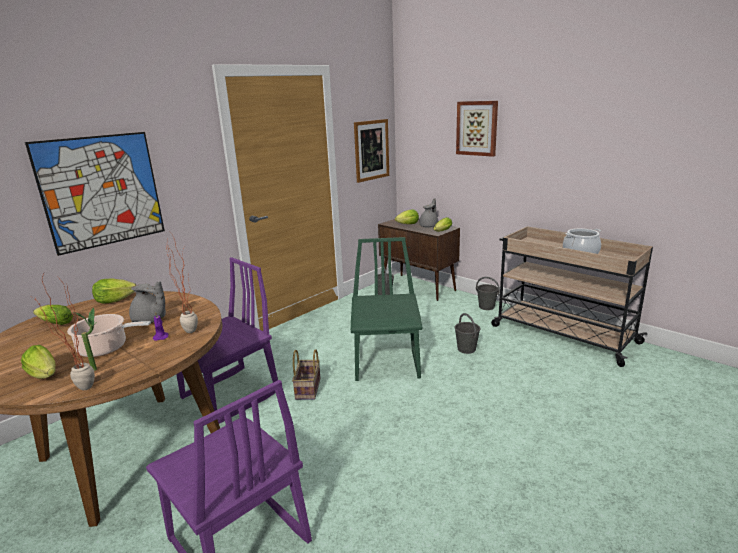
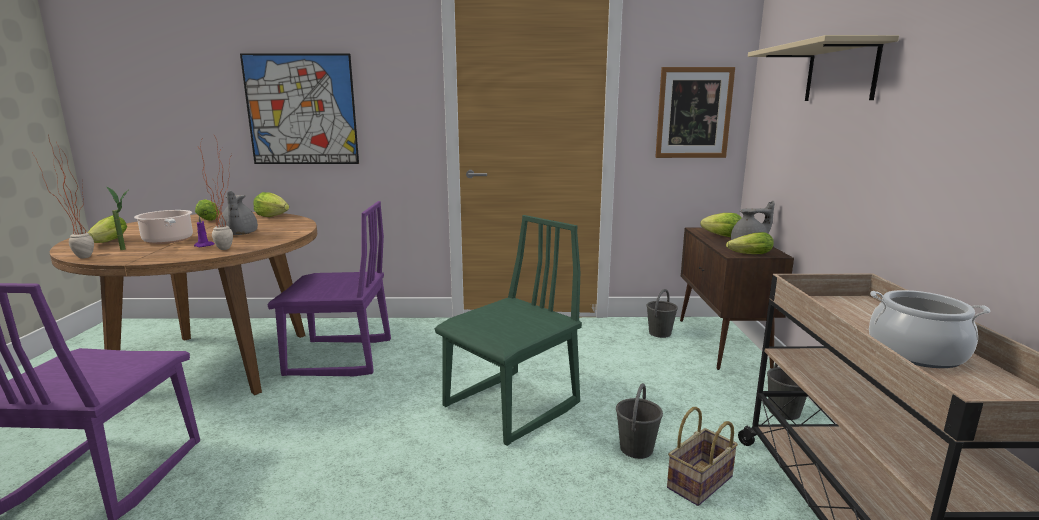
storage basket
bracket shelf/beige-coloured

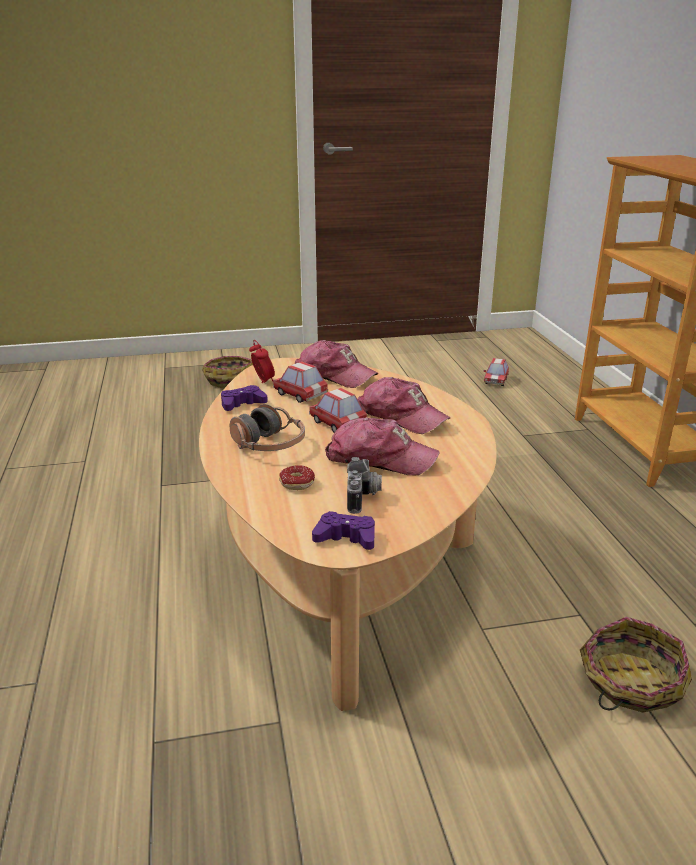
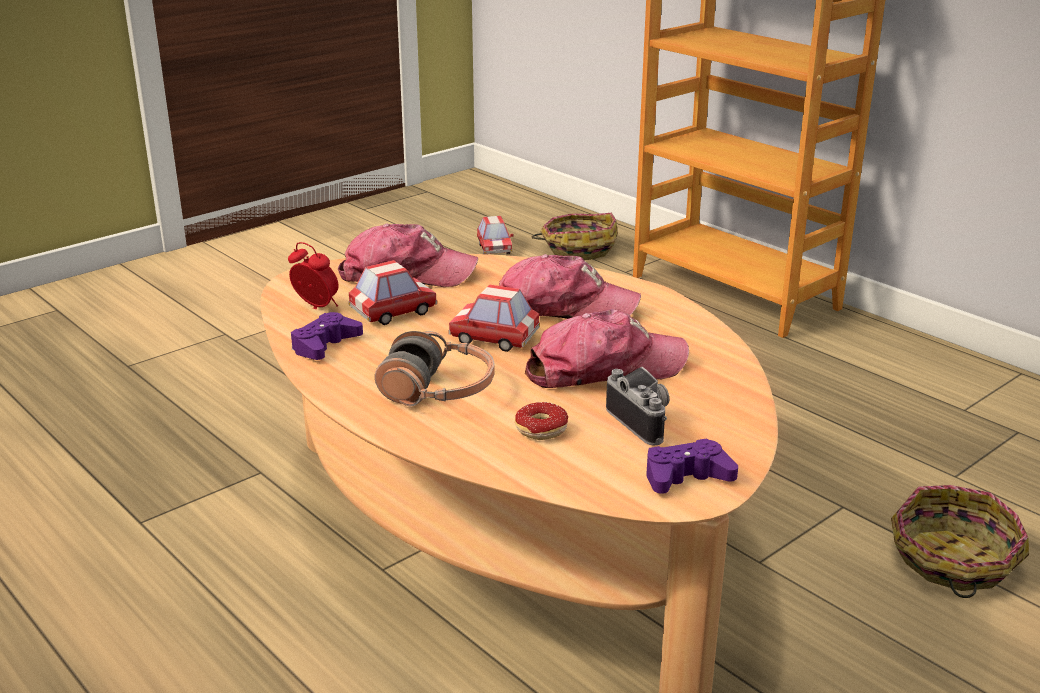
storage basket (1st from left)
toy car (1st from left)

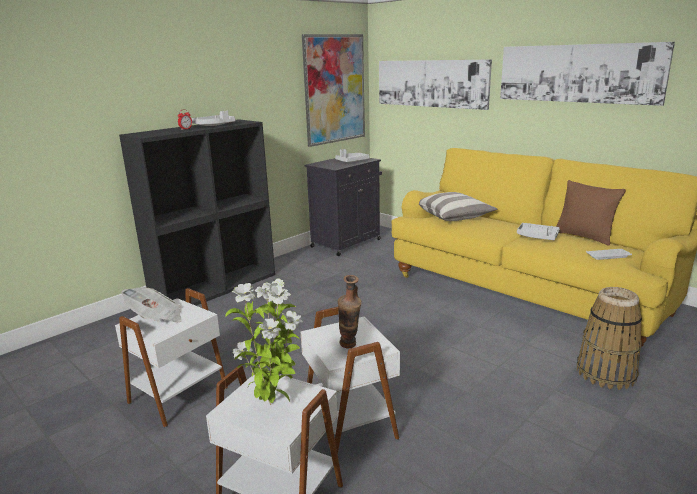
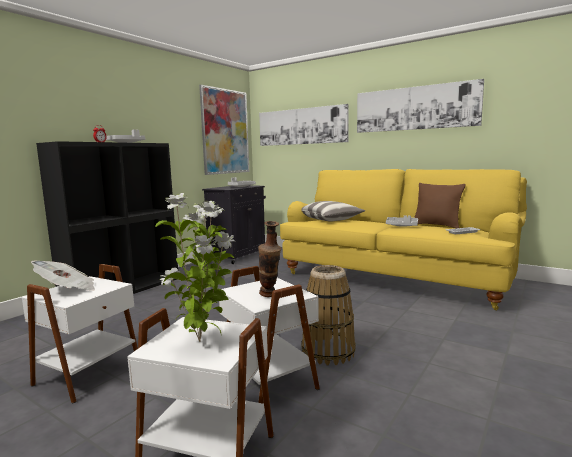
storage basket

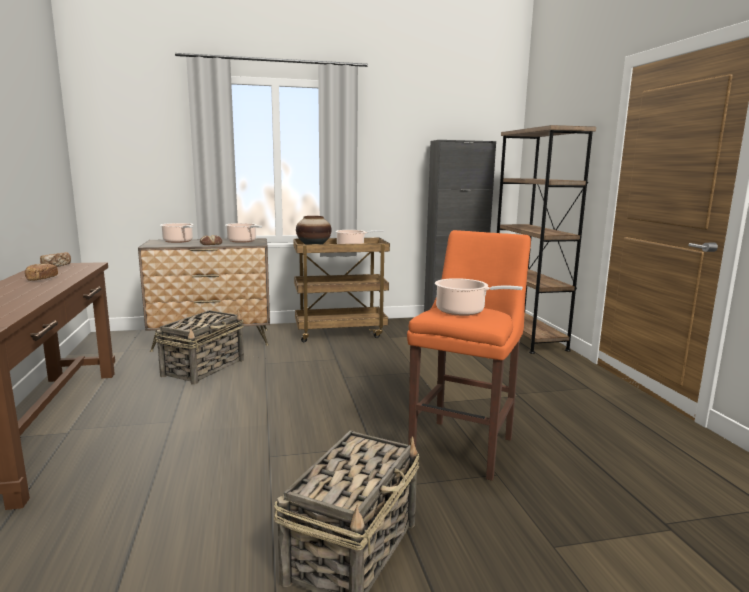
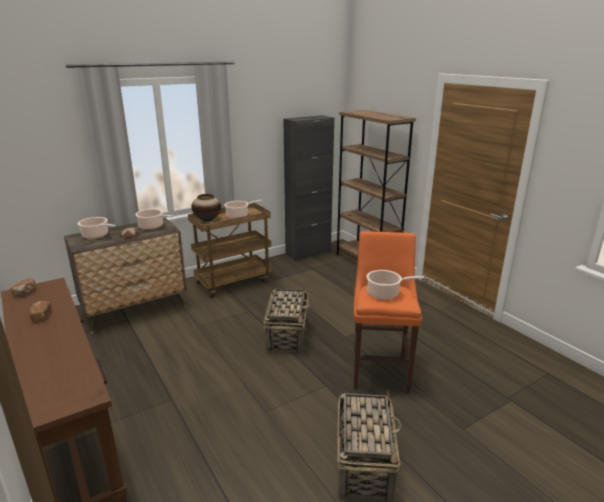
storage basket (1st from left)

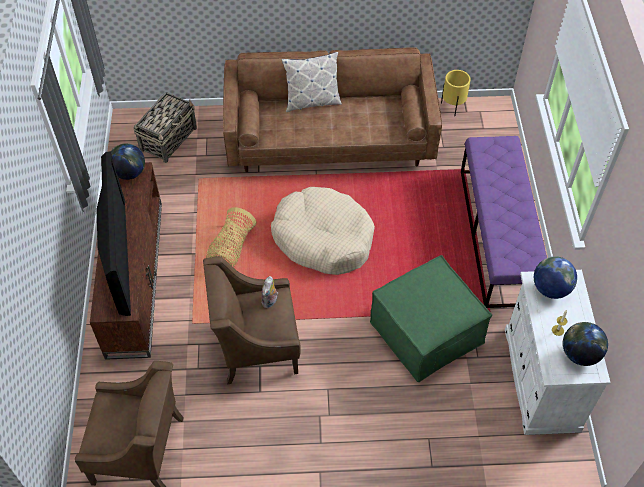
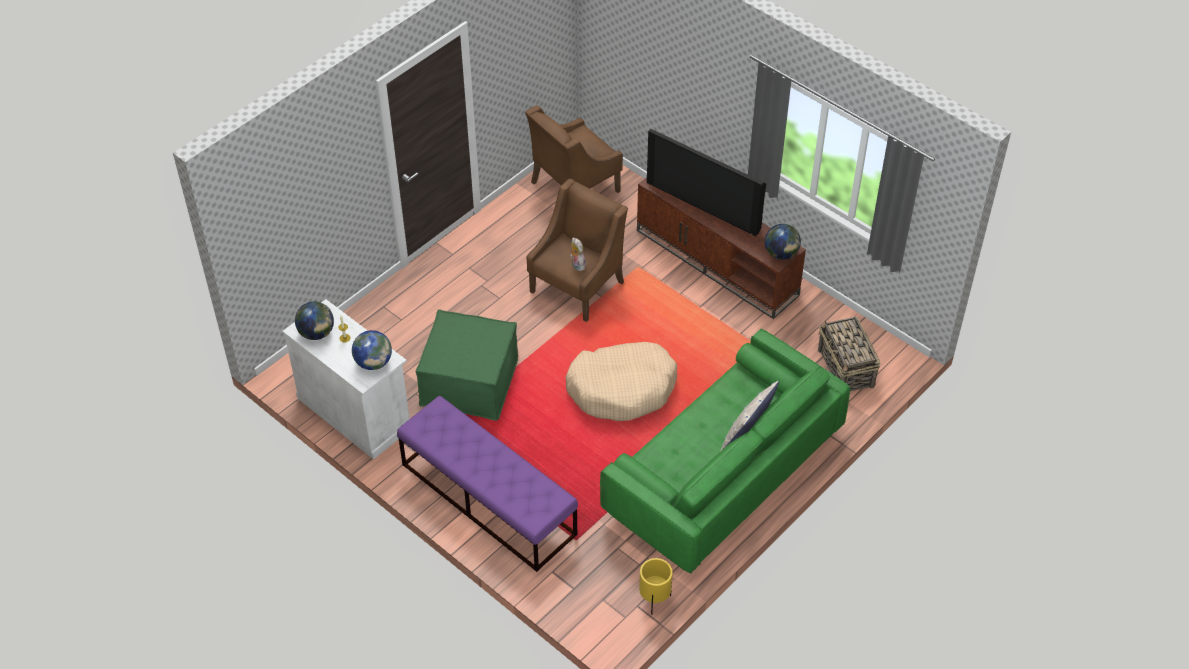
storage basket (2nd from left in the first image)
sofa/greenish

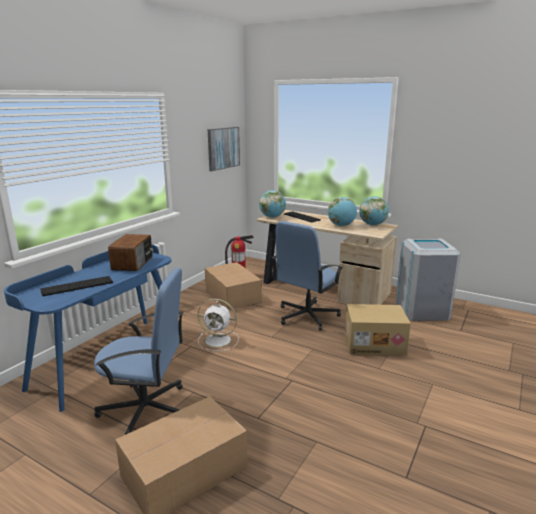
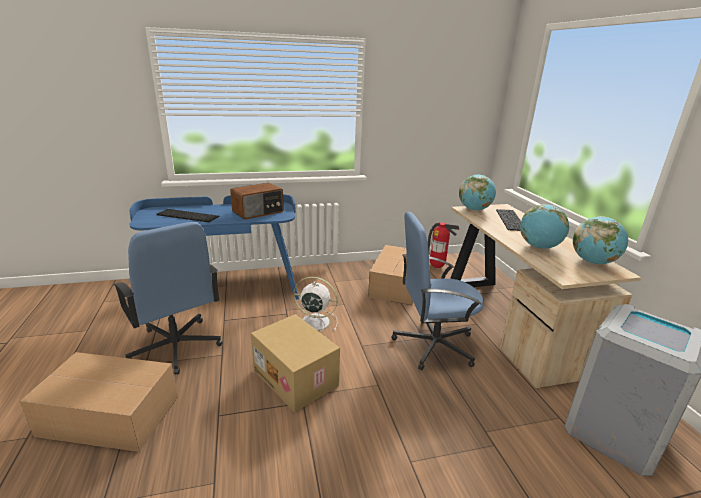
fan/white-coloured
picture
cardboard box (2nd from left)

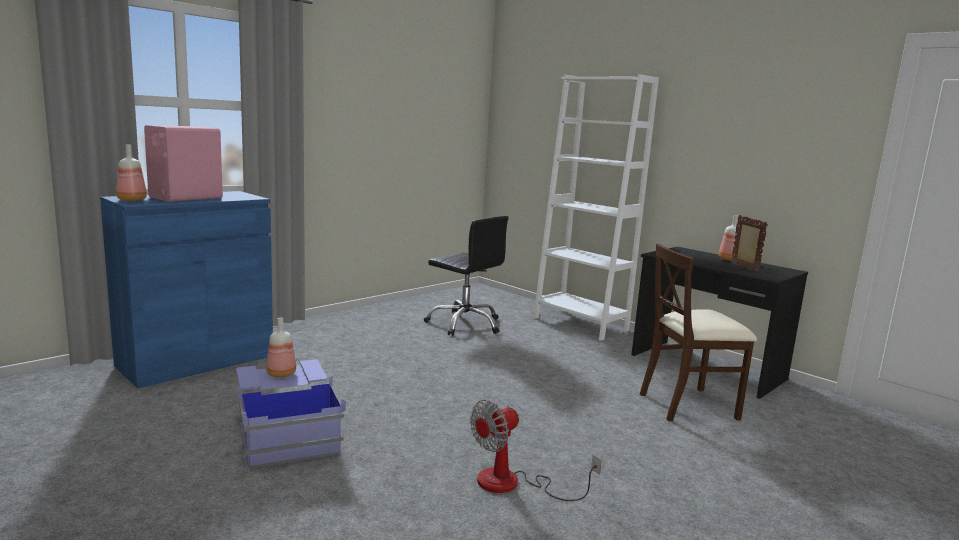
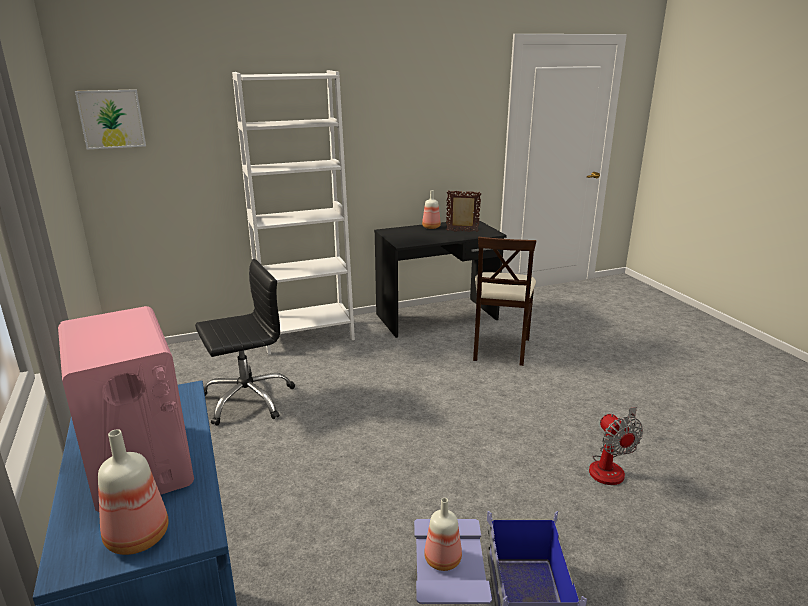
picture

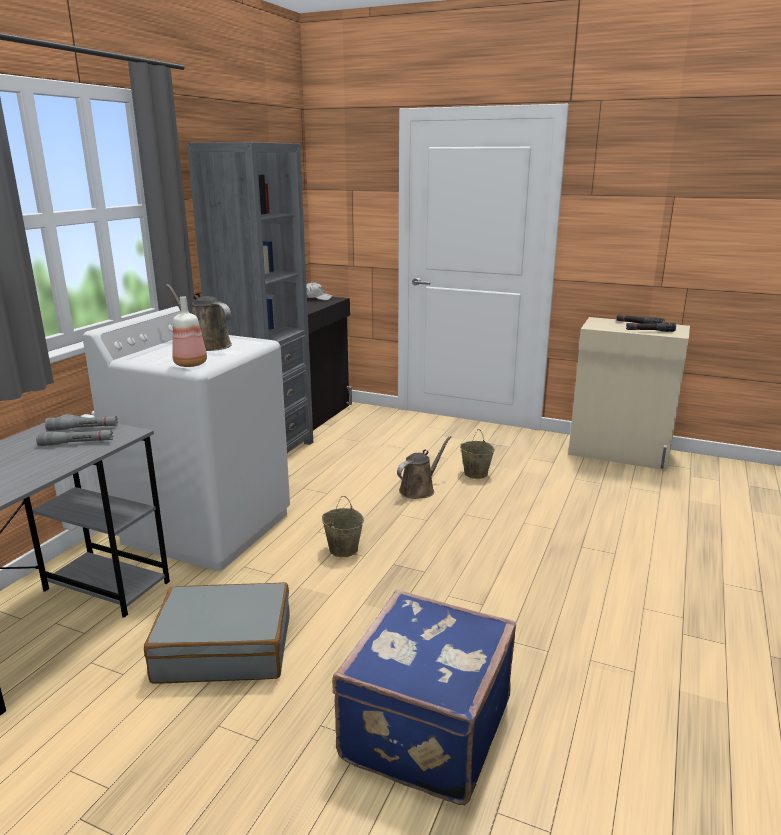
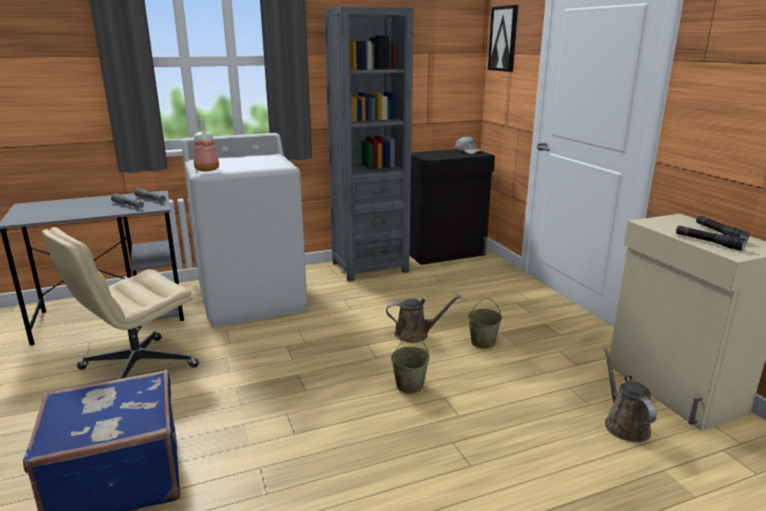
desk chair/beige-coloured
sprinkling can/brown (2nd from left)
water bucket/beige-coloured (1st from left)
picture

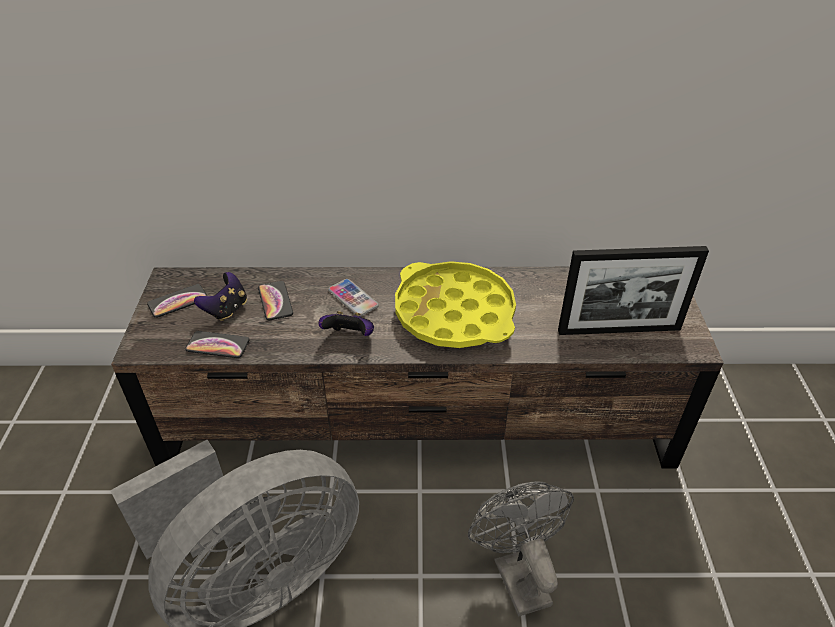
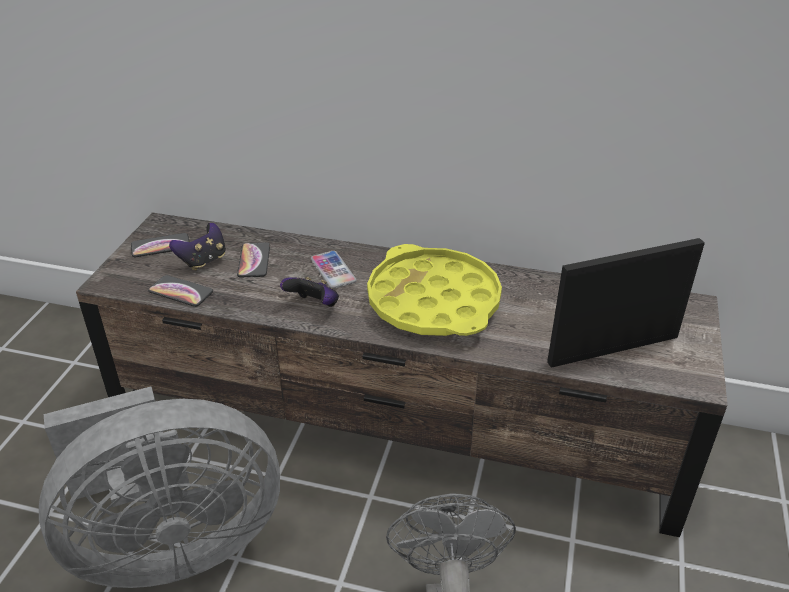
picture frame

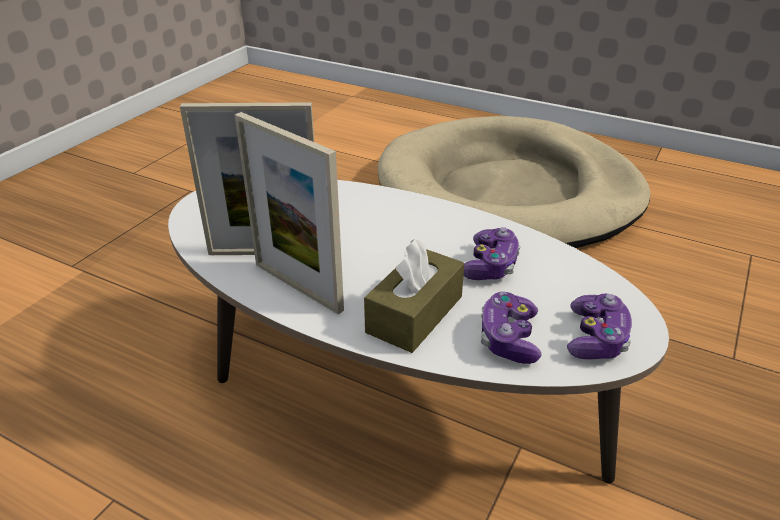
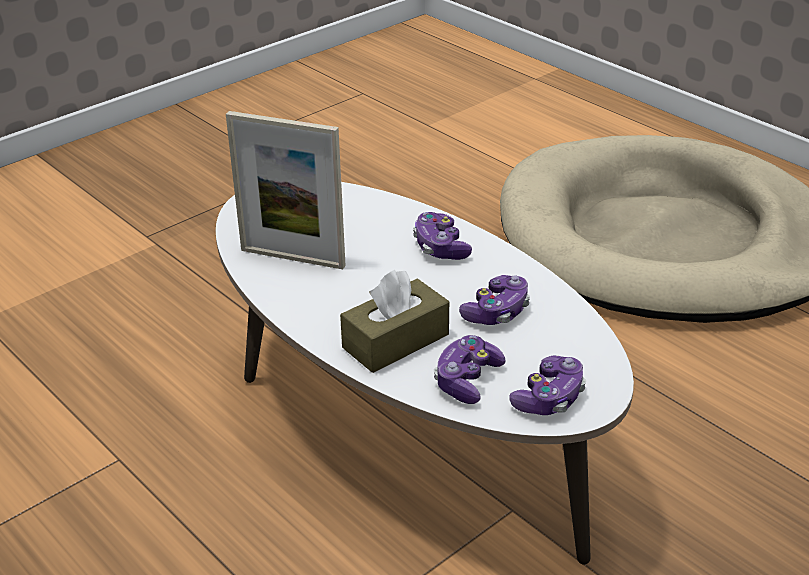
picture frame (2nd from left in the first image)
game controller (1st from left)

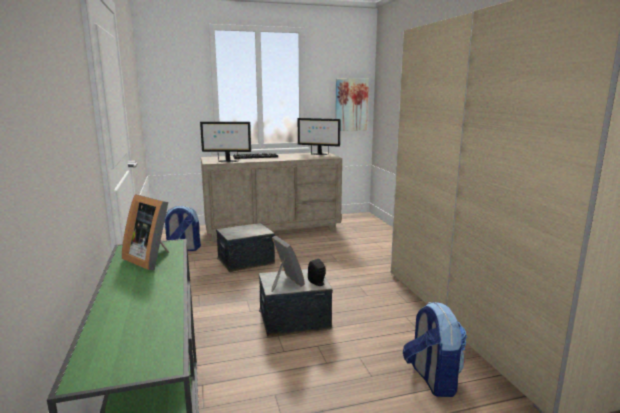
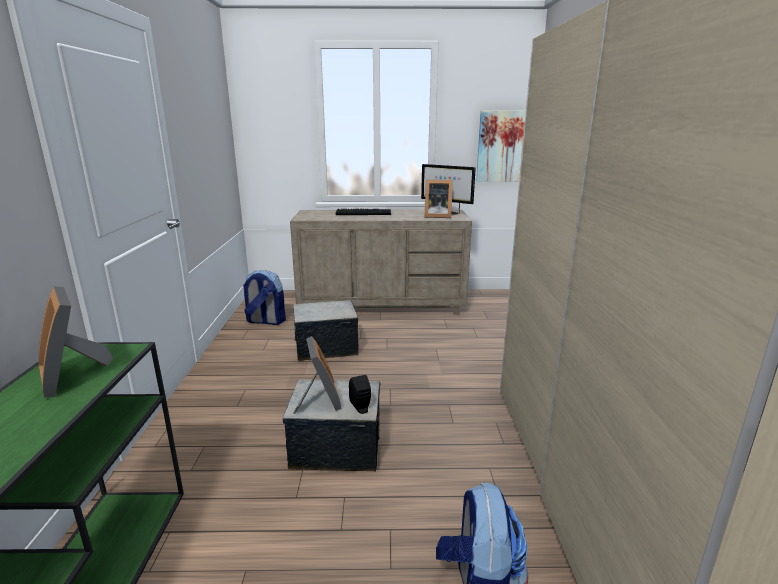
monitor (1st from left in the first image)
picture frame (3rd from left)

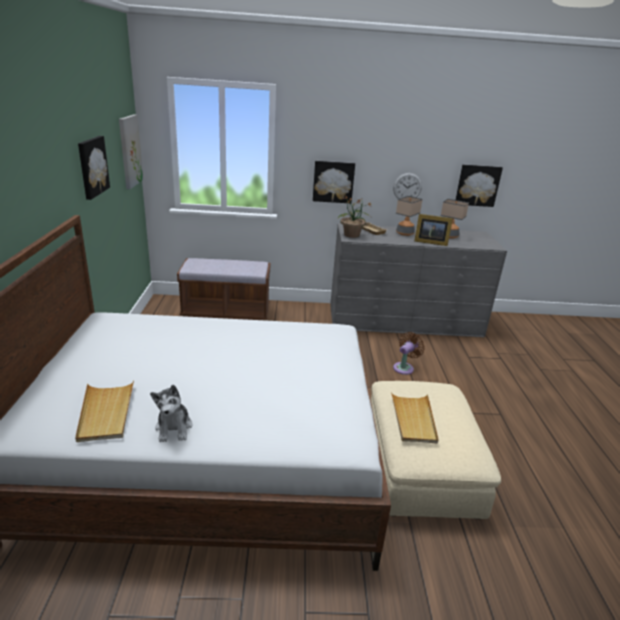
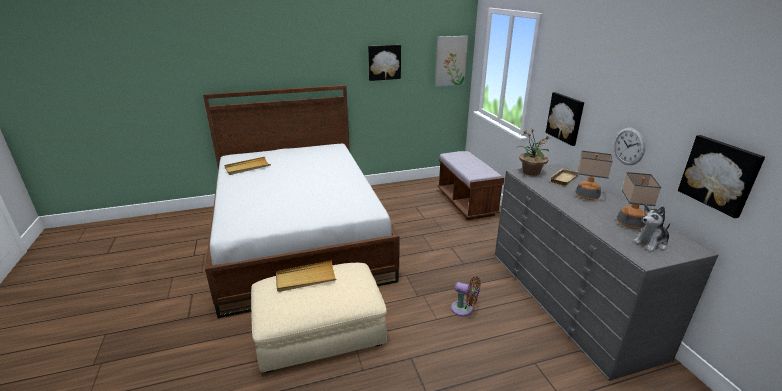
plush toy
picture frame

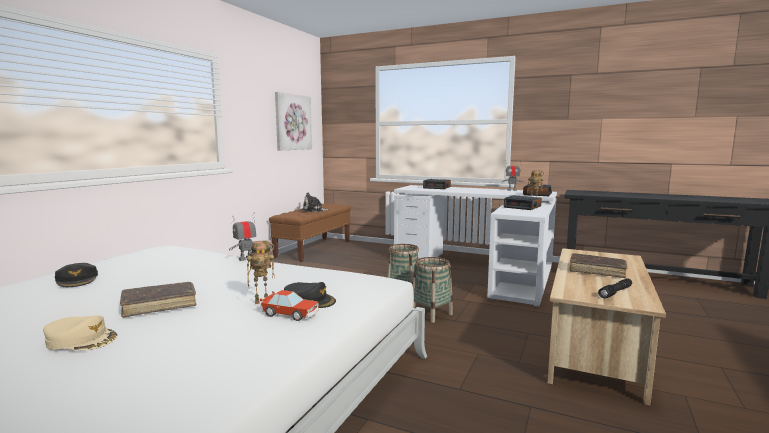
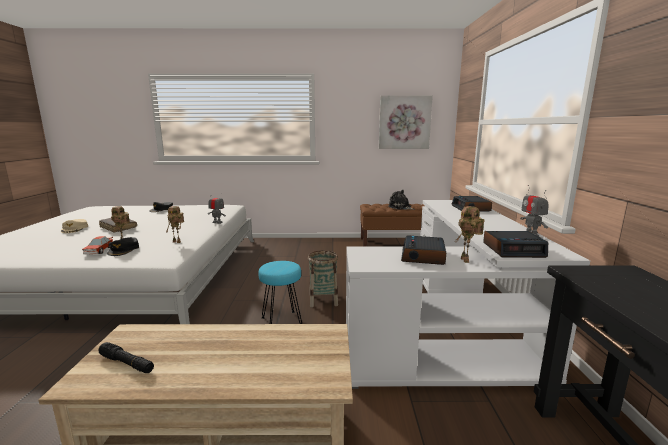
stool/turquoise
bound book/brown (2nd from left in the first image)
robot figure (2nd from left)

